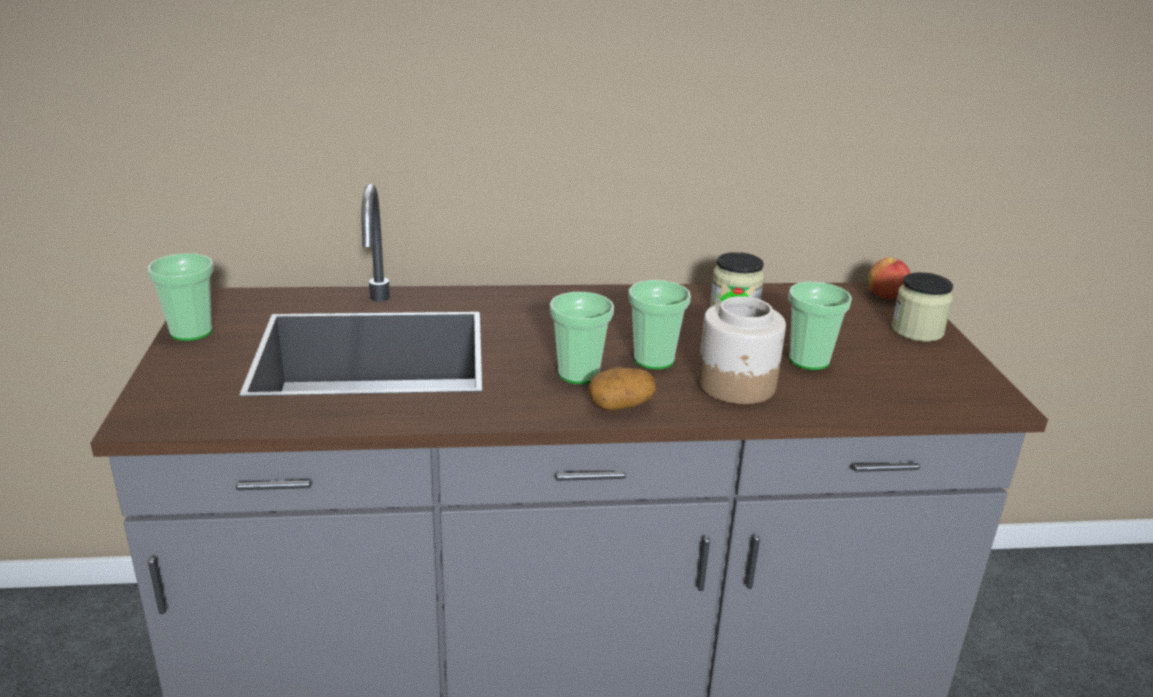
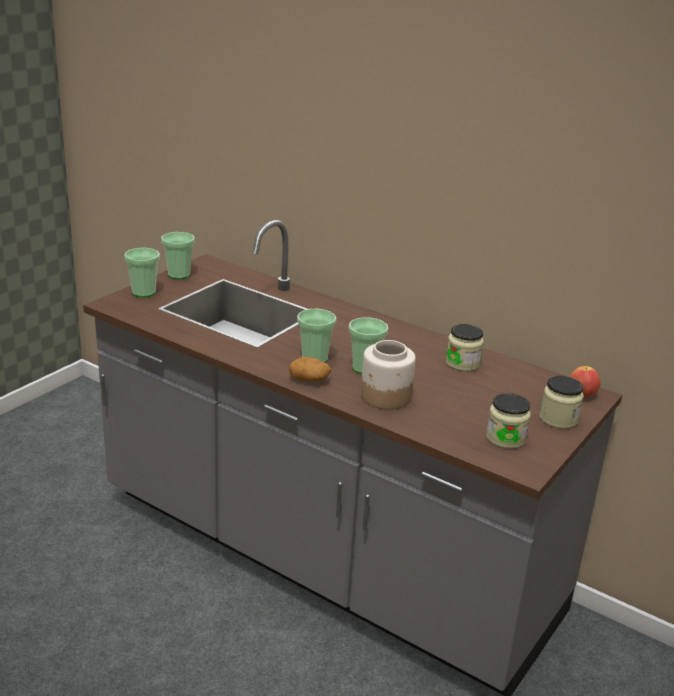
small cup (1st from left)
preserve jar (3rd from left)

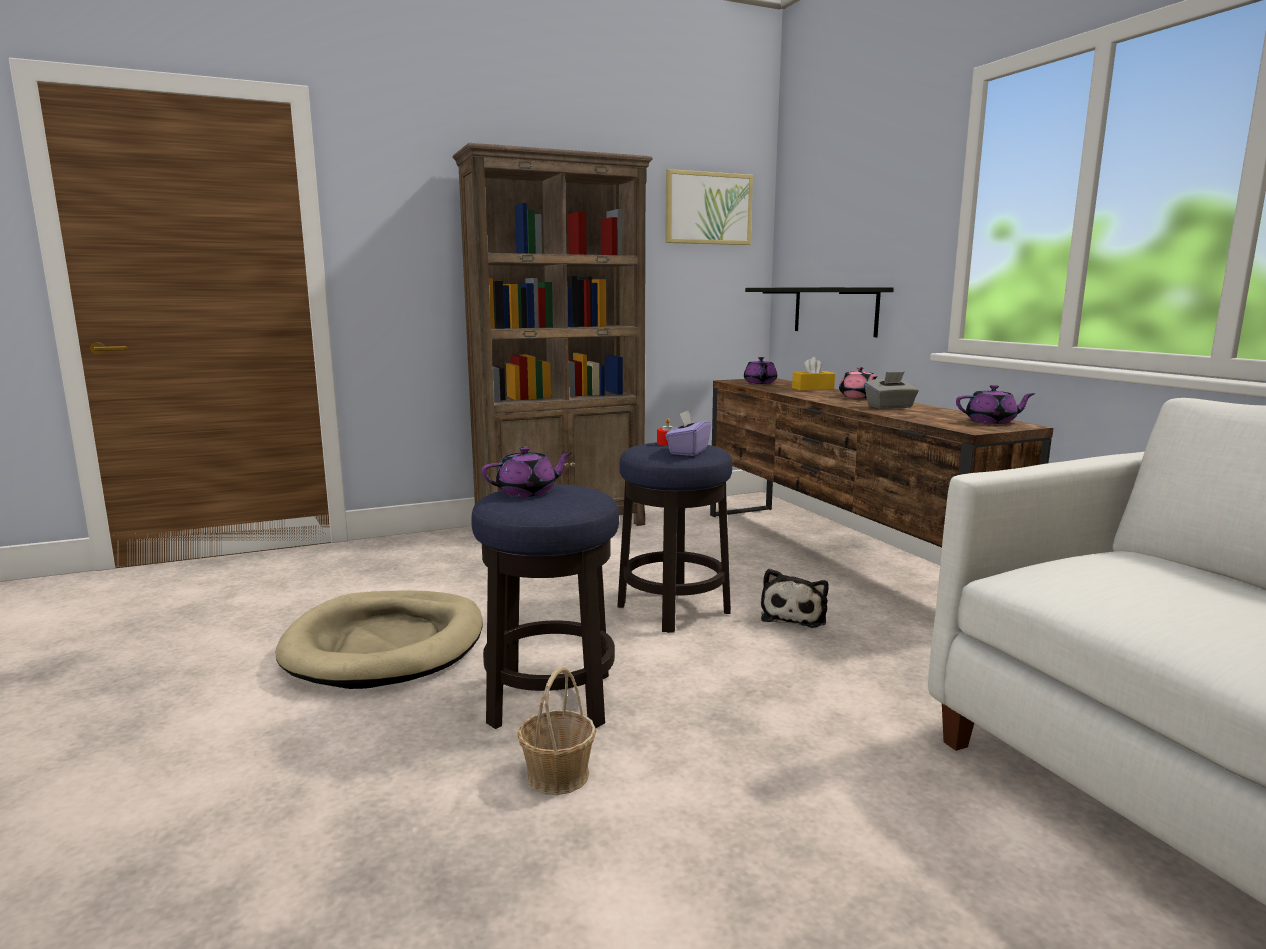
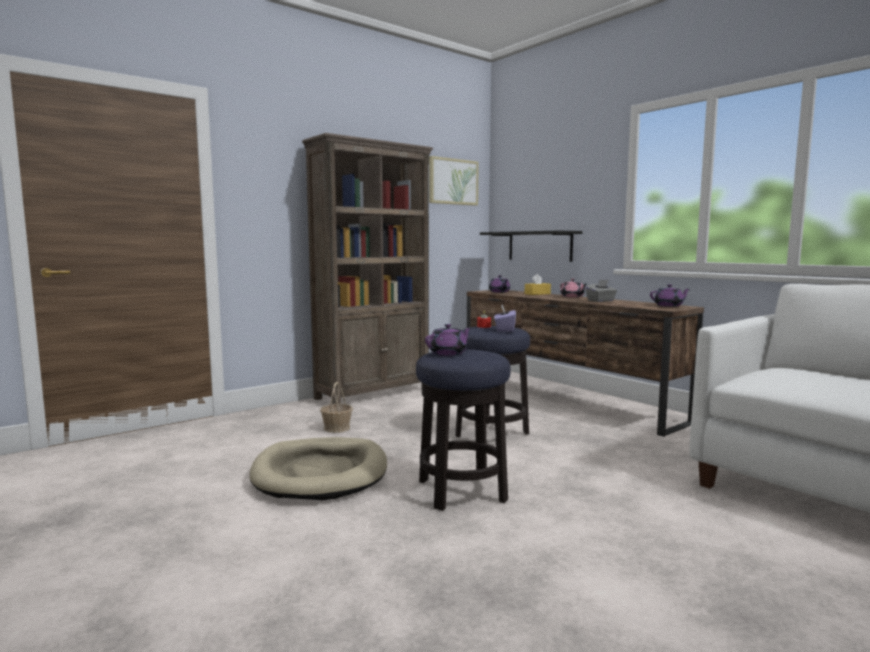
storage basket
plush toy

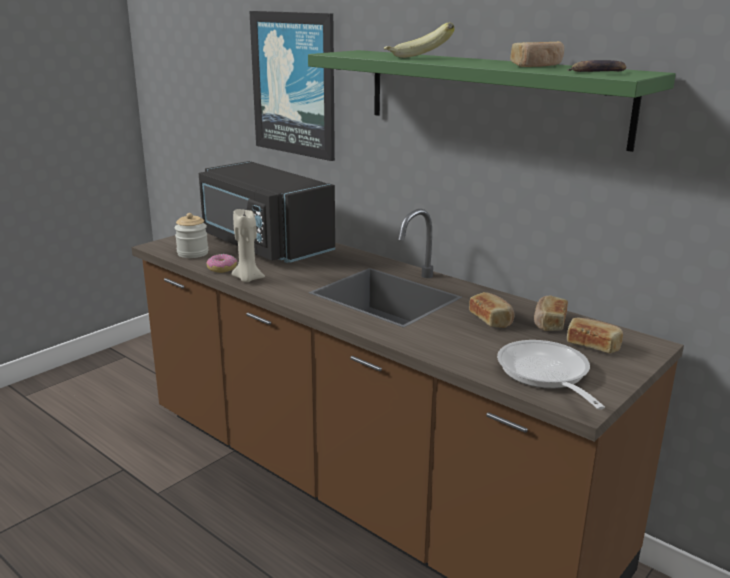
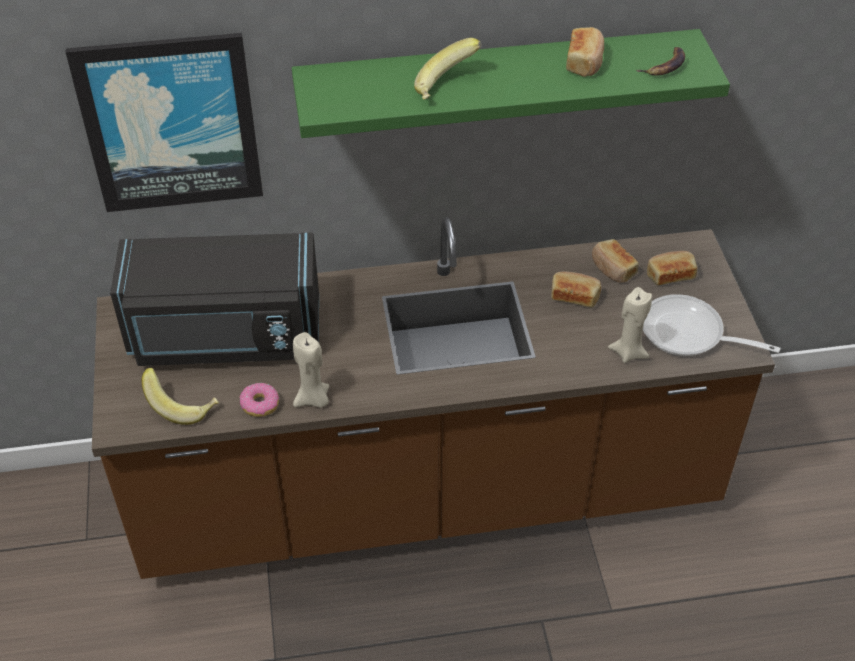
banana (1st from left)
candle/beige-coloured (2nd from left)

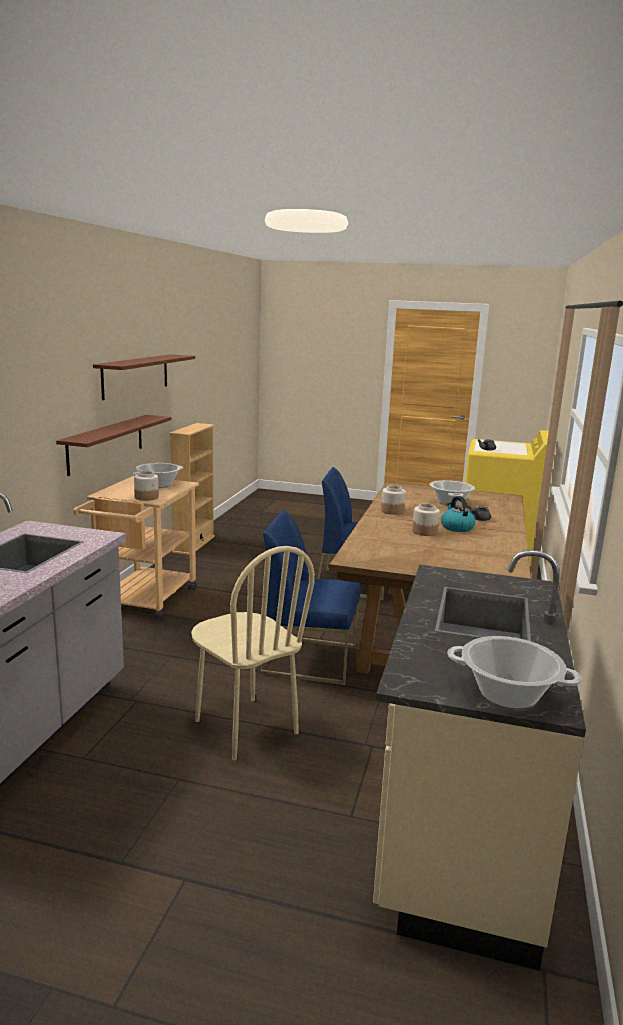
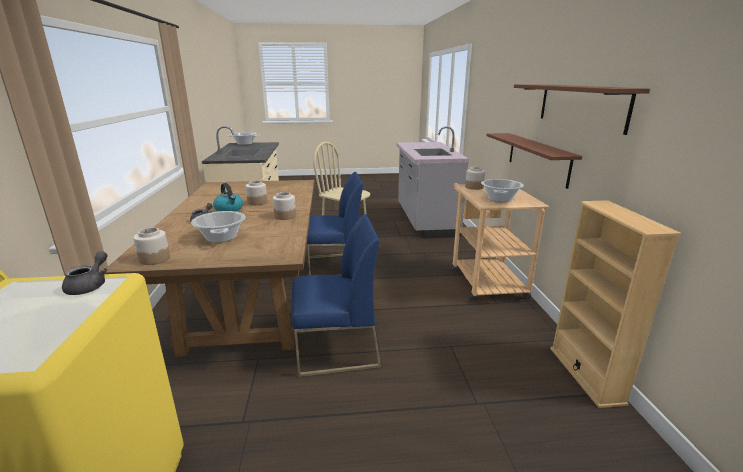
preserve jar (1st from left)

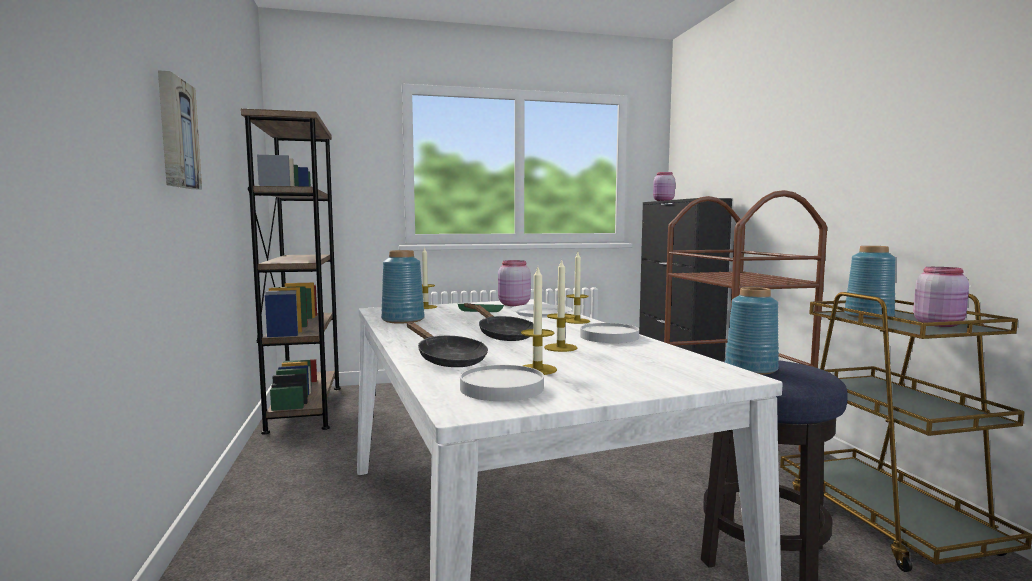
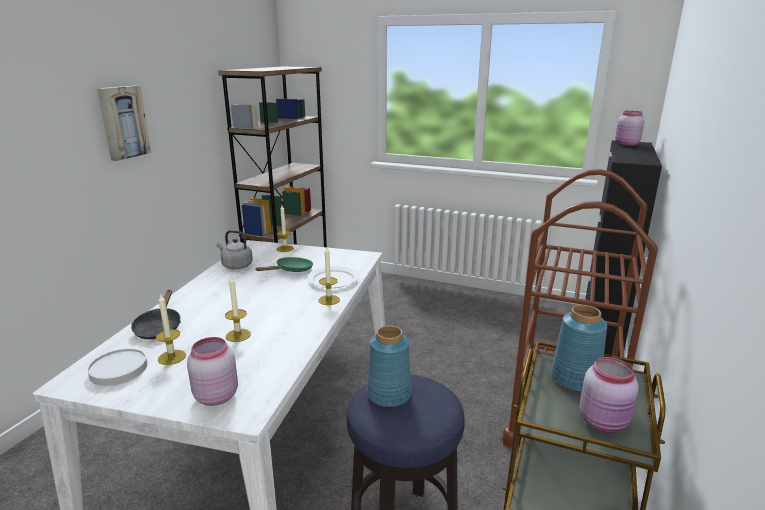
water kettle/greyish
skillet/black (2nd from left in the first image)
preserve jar/pink (1st from left)
plate/white-coloured (3rd from left in the first image)

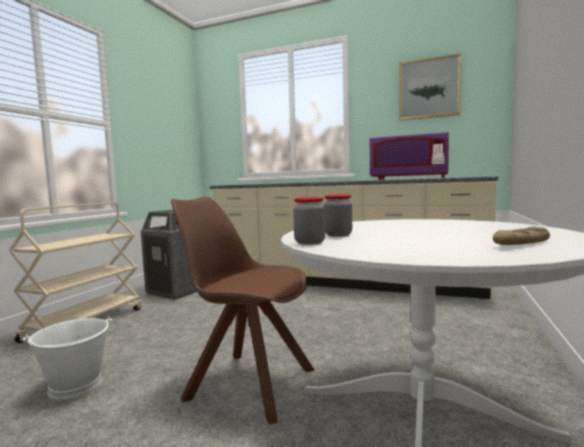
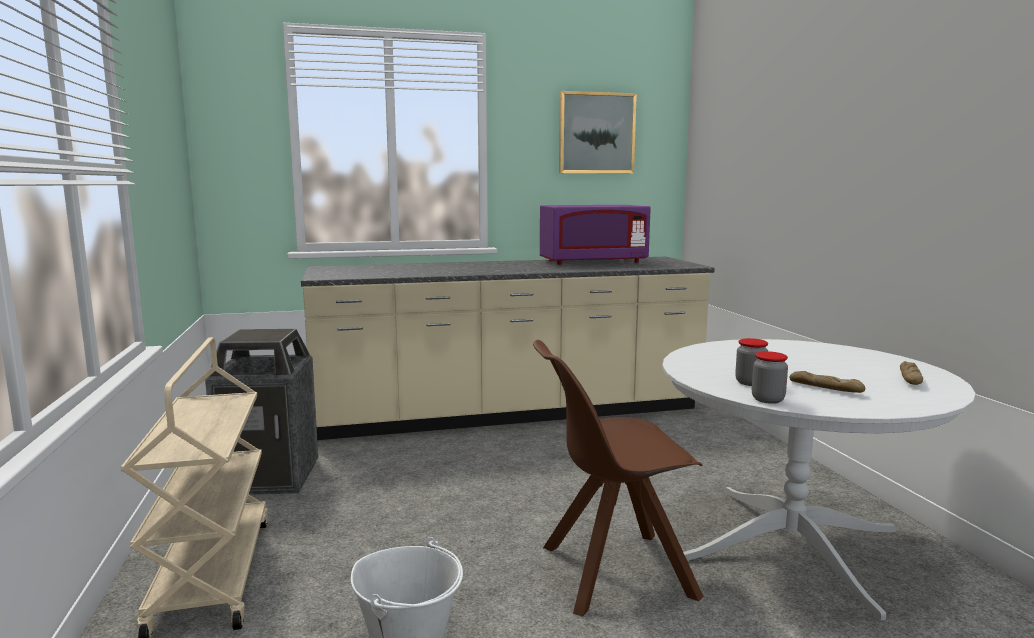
bakery bread (1st from left)

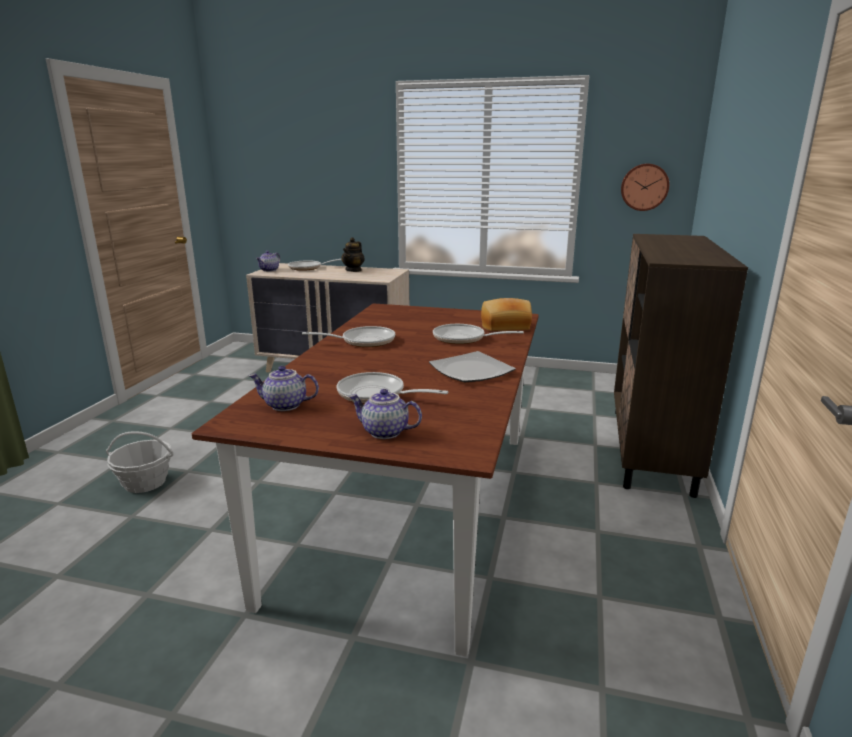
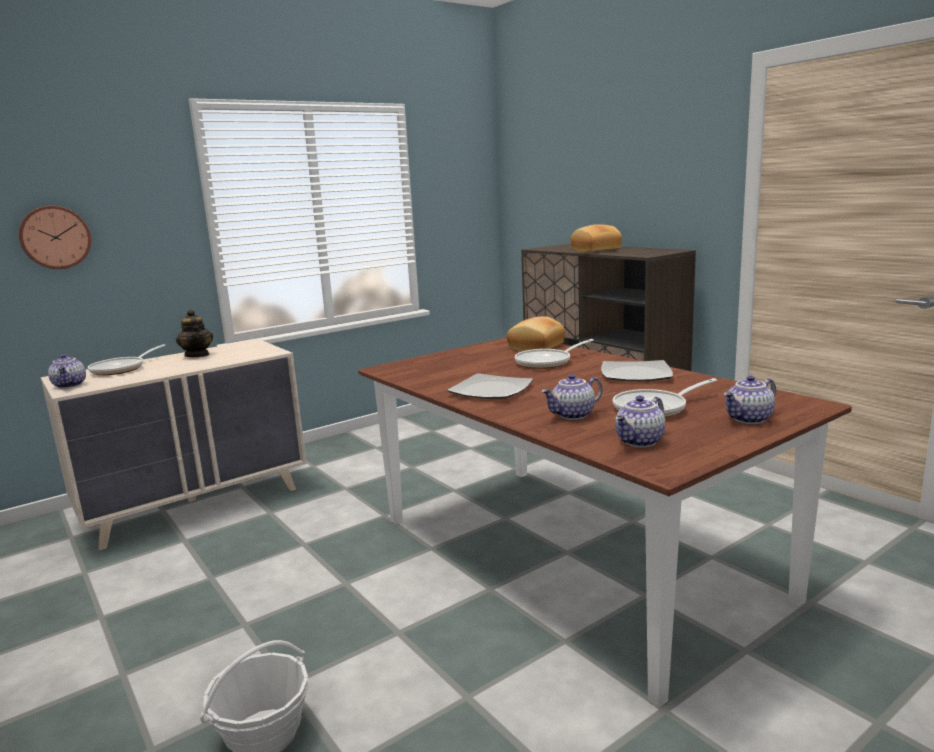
plate (1st from left)
wall clock
tea pot (3rd from left)
bakery bread (2nd from left)

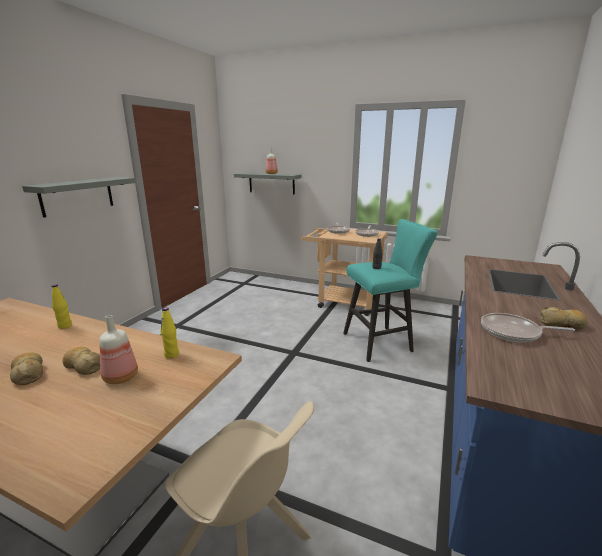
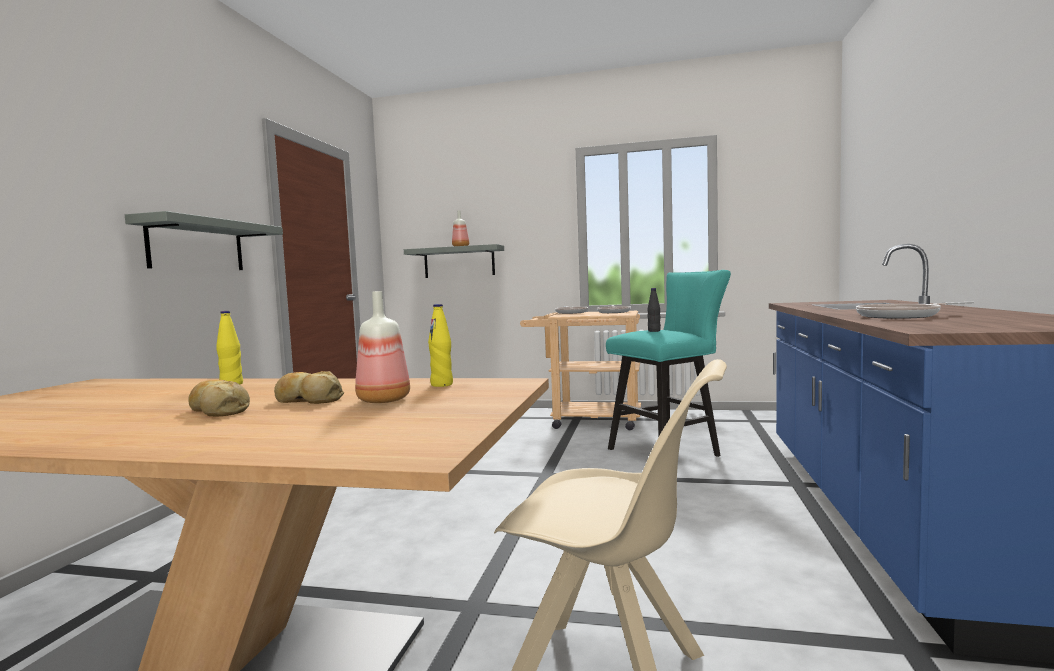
bakery bread (3rd from left in the first image)

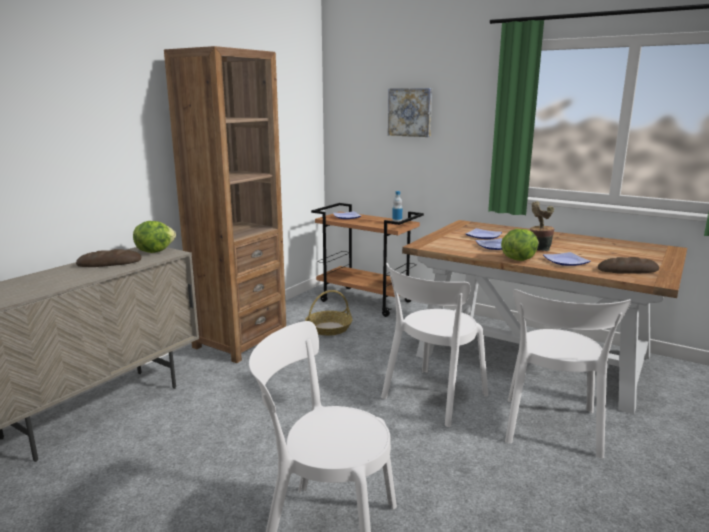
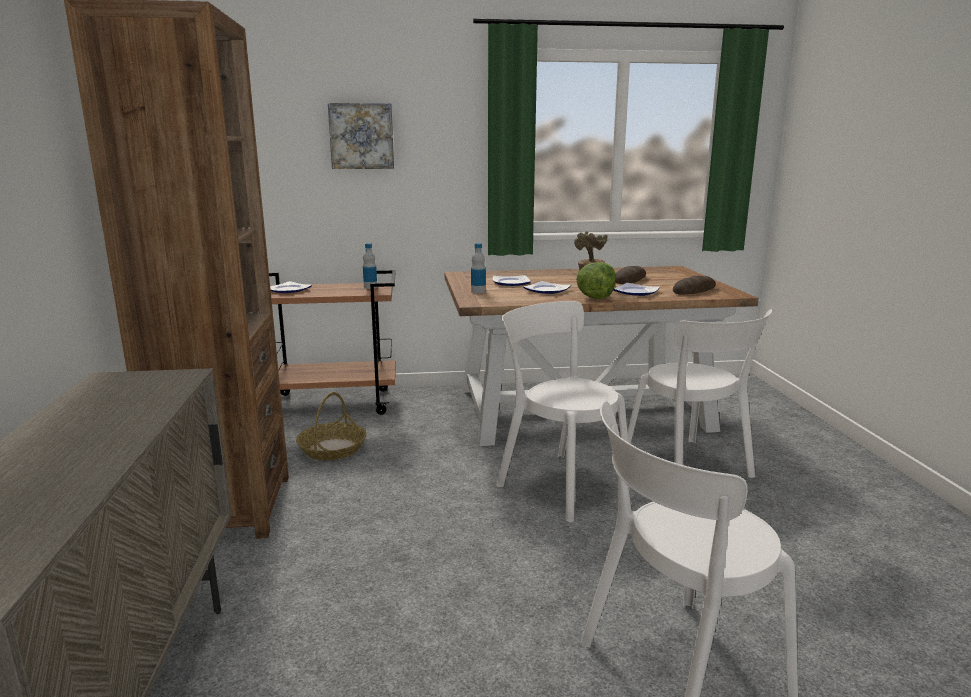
bakery bread (1st from left)
lettuce (1st from left in the first image)
chair/white-coloured (1st from left)
drink bottle (2nd from left)

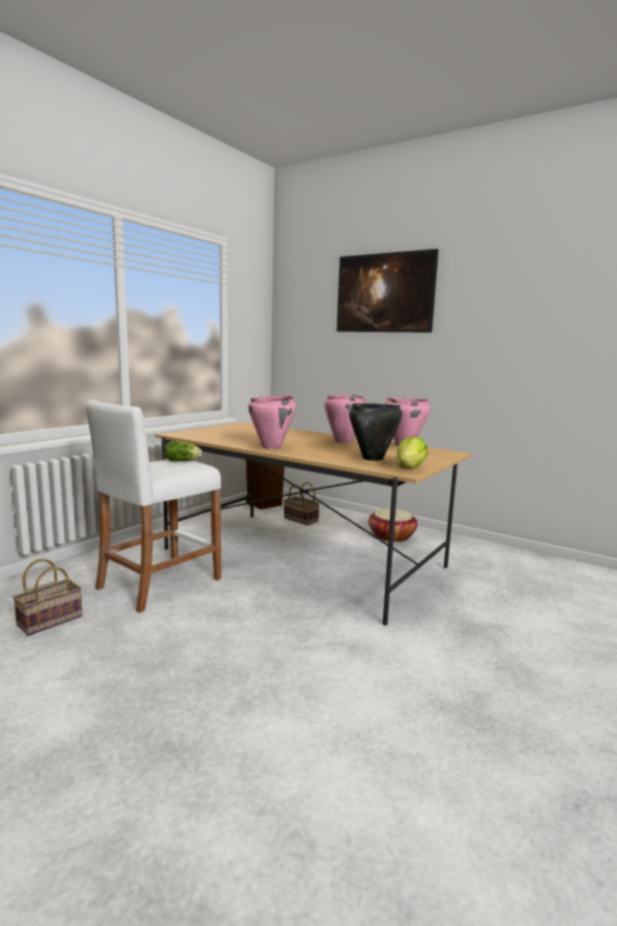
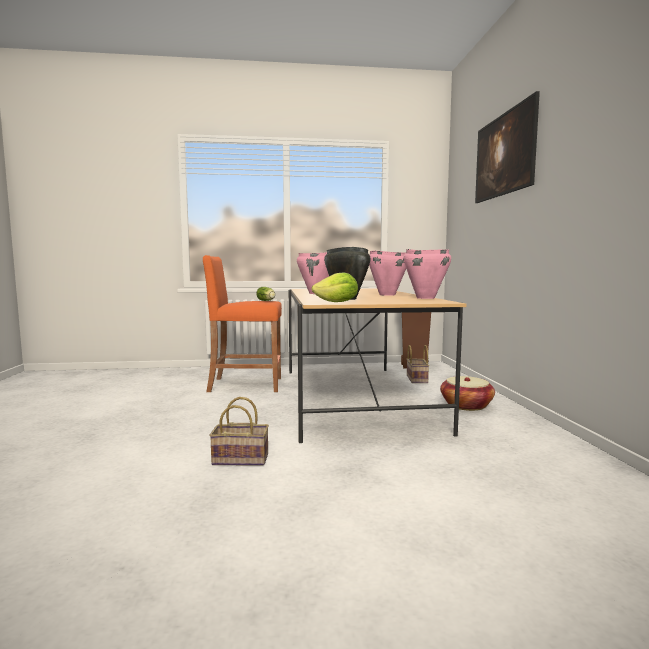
storage basket (1st from left)
stool/orange

